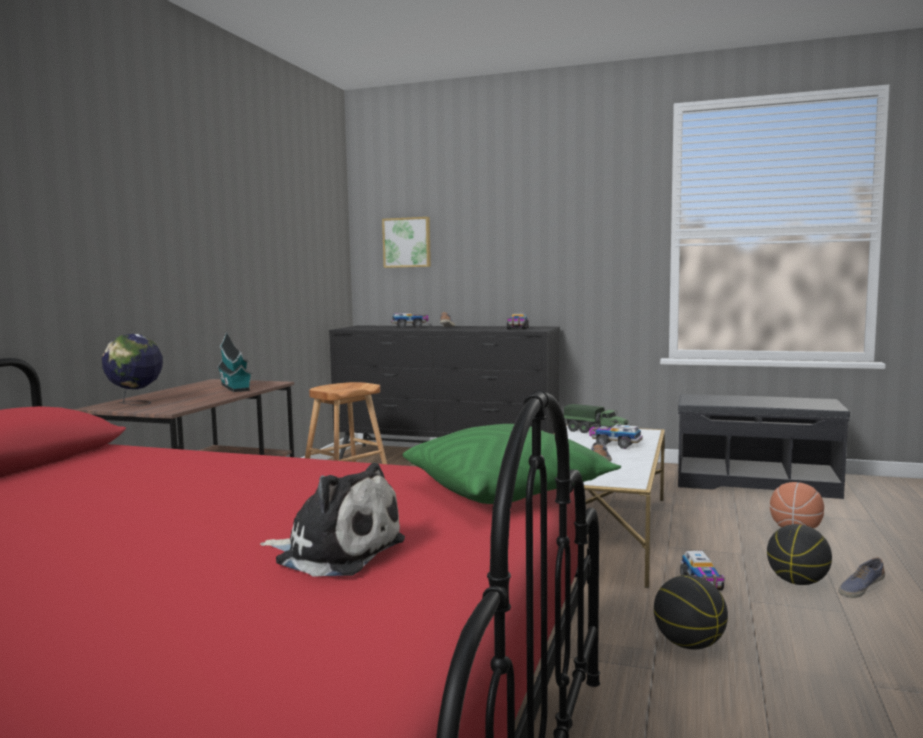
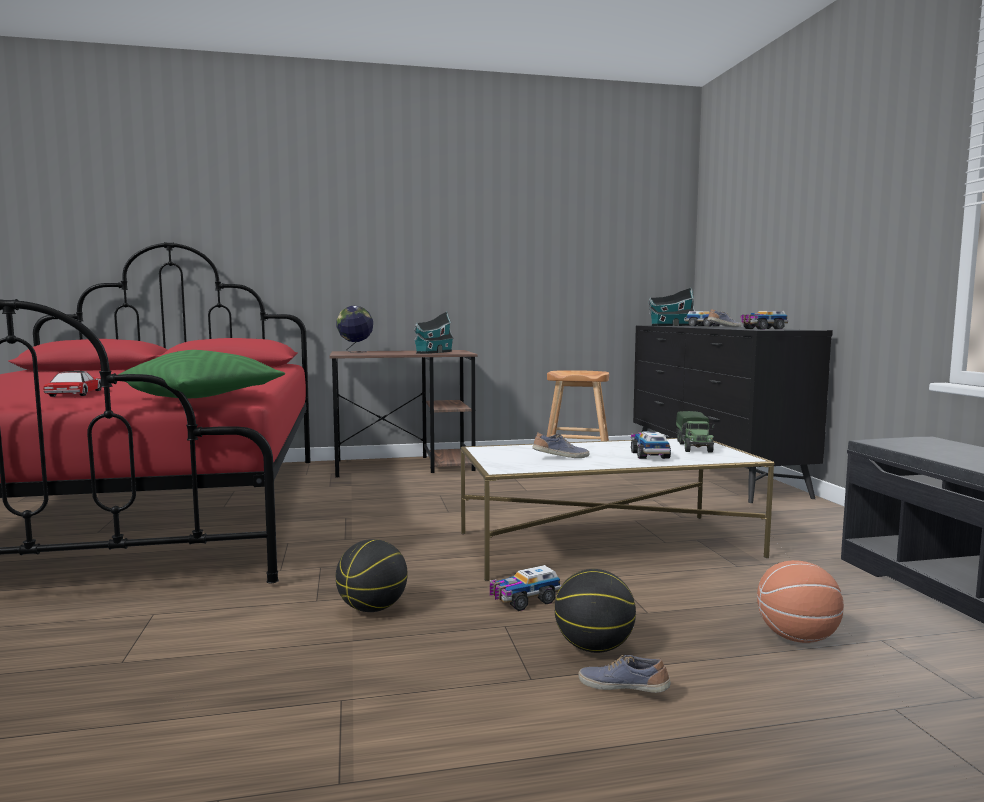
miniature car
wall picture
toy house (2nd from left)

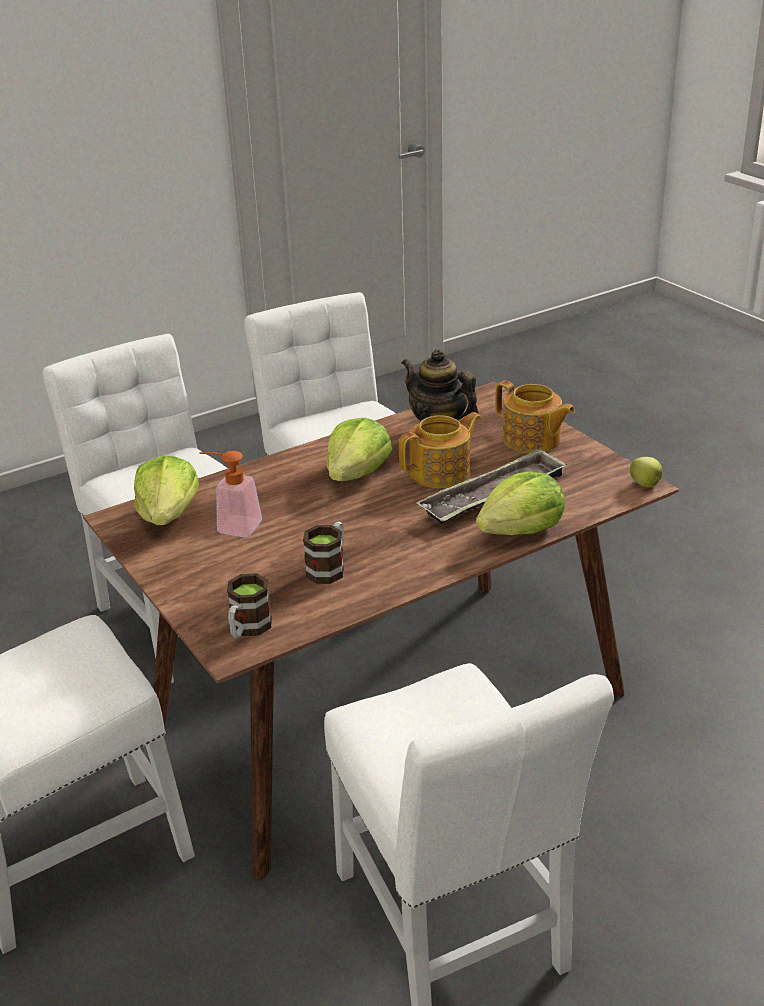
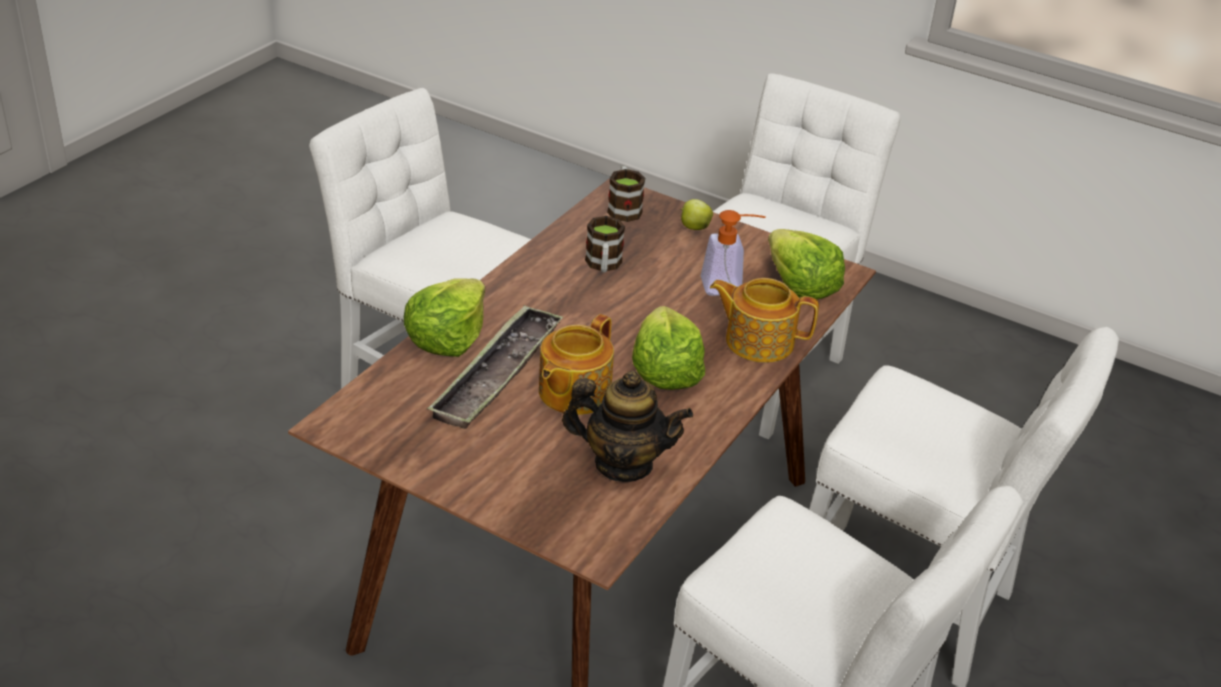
teapot (3rd from left)
whole apple

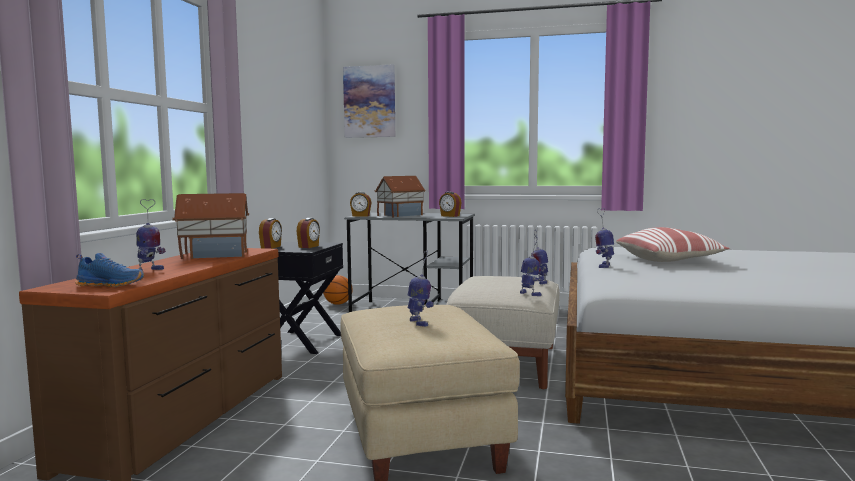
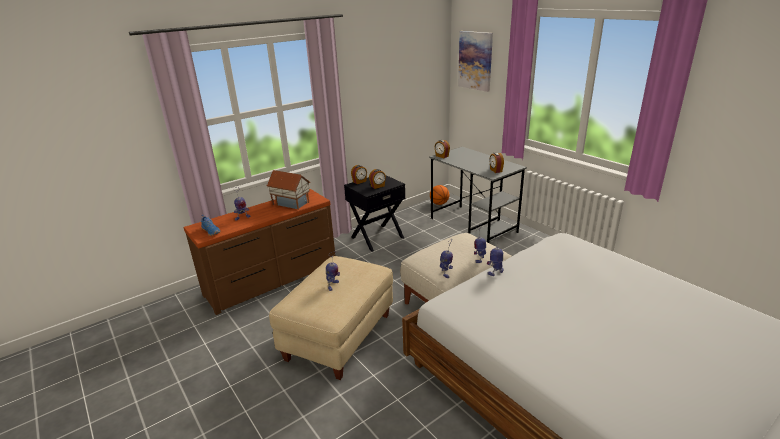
toy house (2nd from left in the first image)
cushion

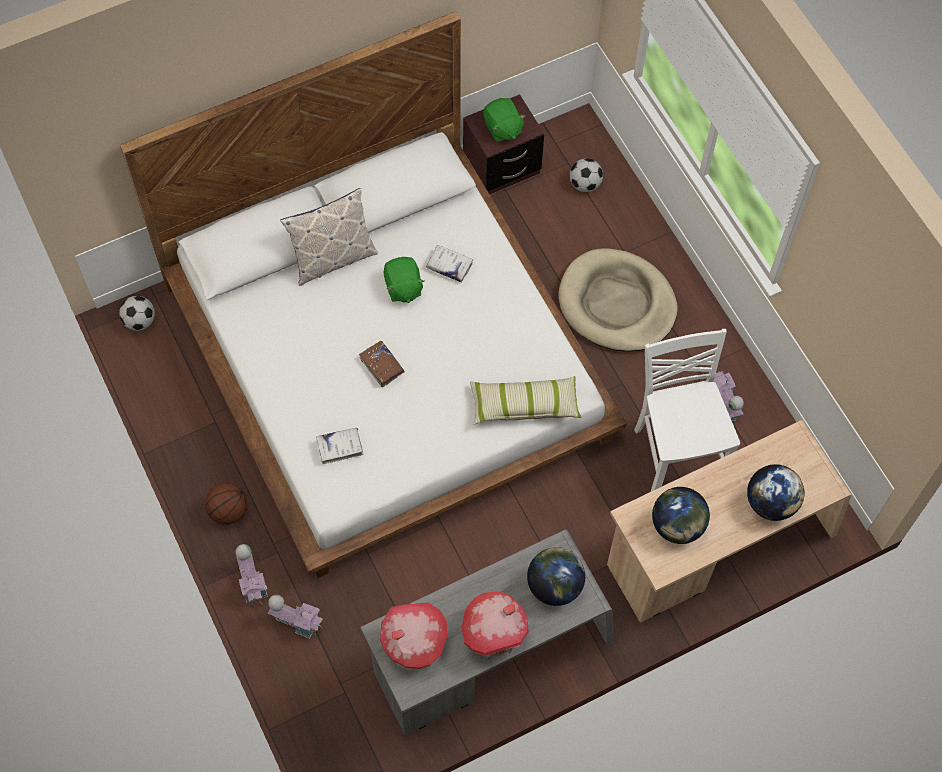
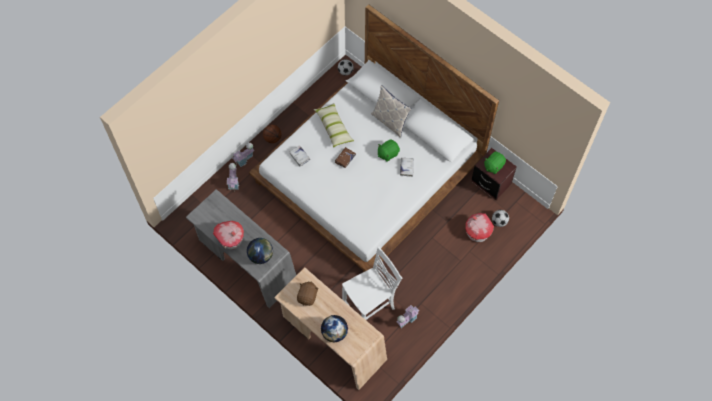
toy house (5th from left)
cushion (1st from left)
dog bed in sand-coloured
cuddly toy in brown-coloured

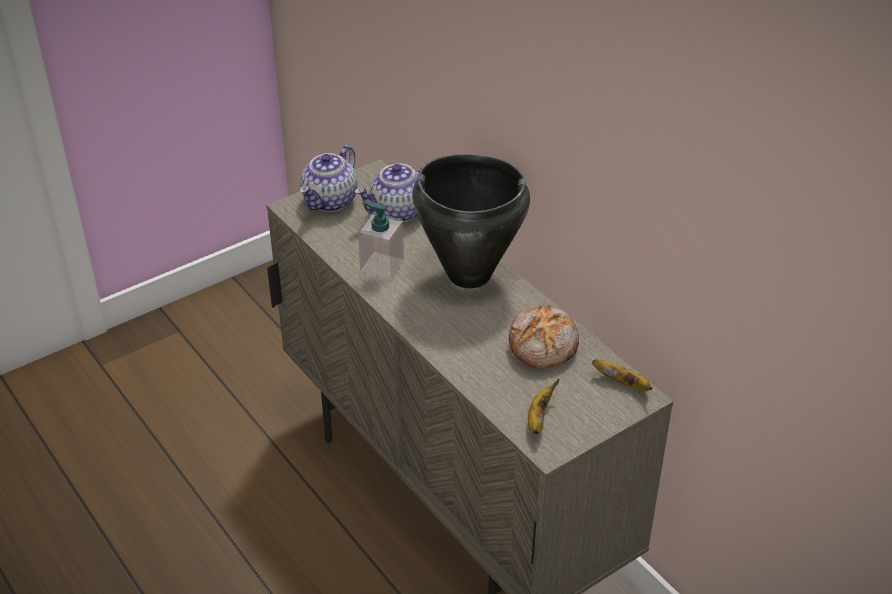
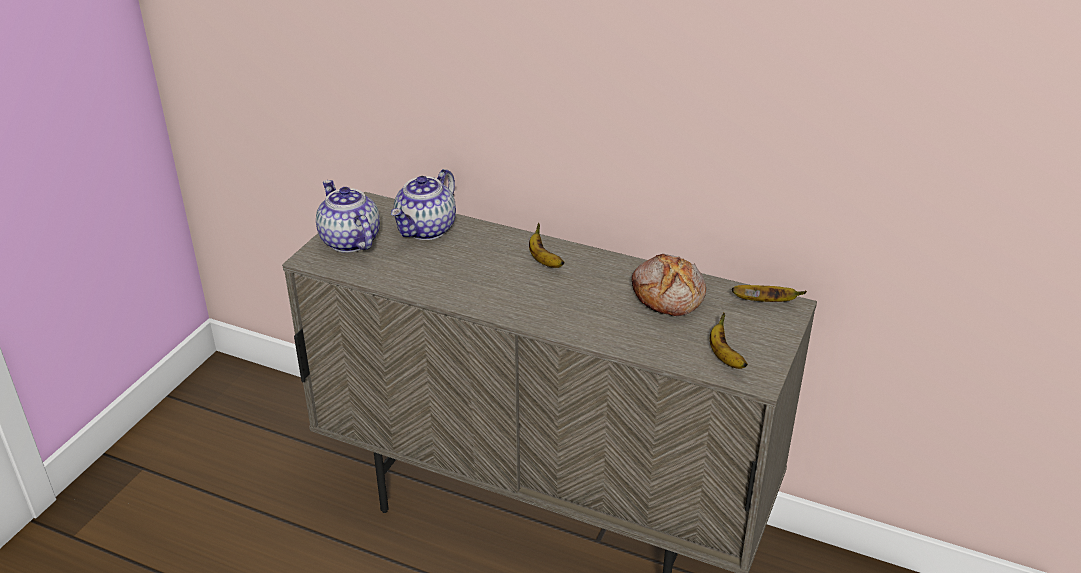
teapot (1st from left)
liquid soap bottle
banana fruit (1st from left)

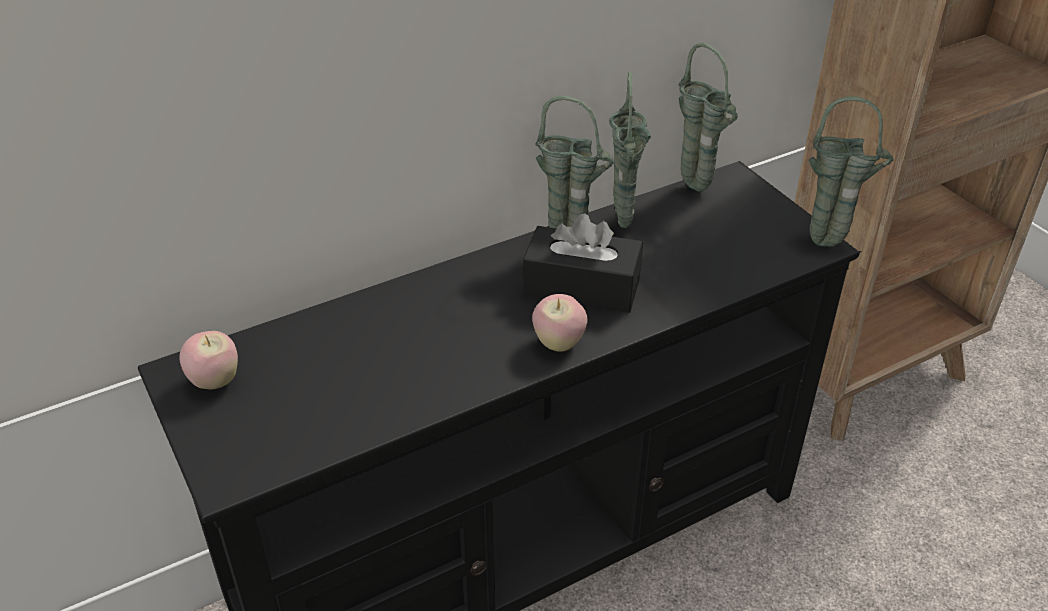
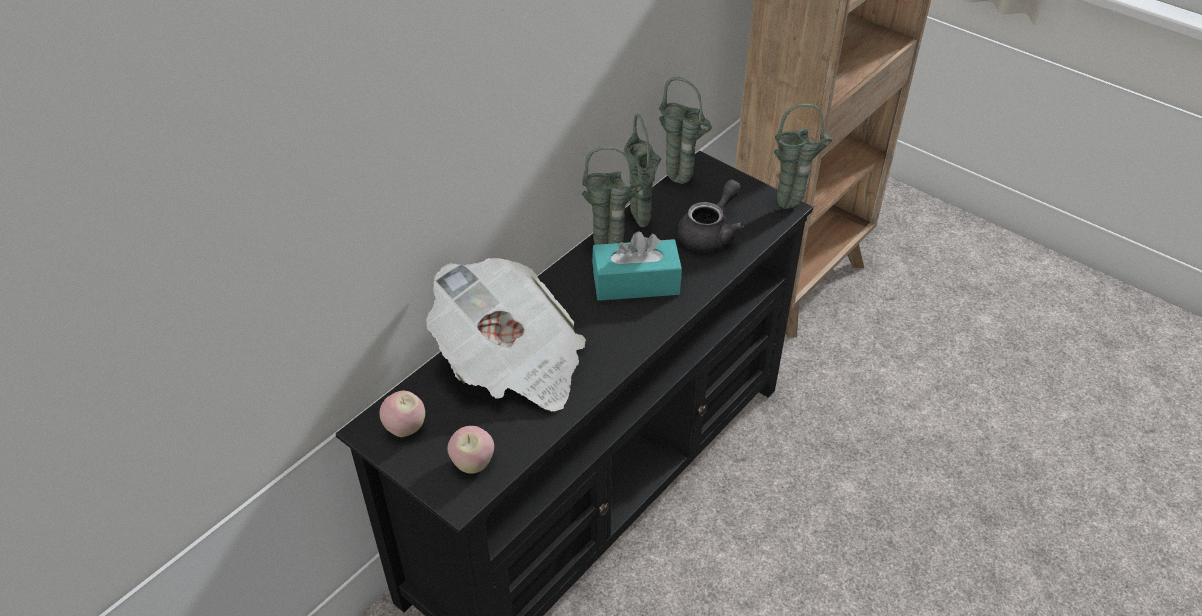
tissue box in turquoise-coloured
whole apple (2nd from left)
daily paper
teapot in gray

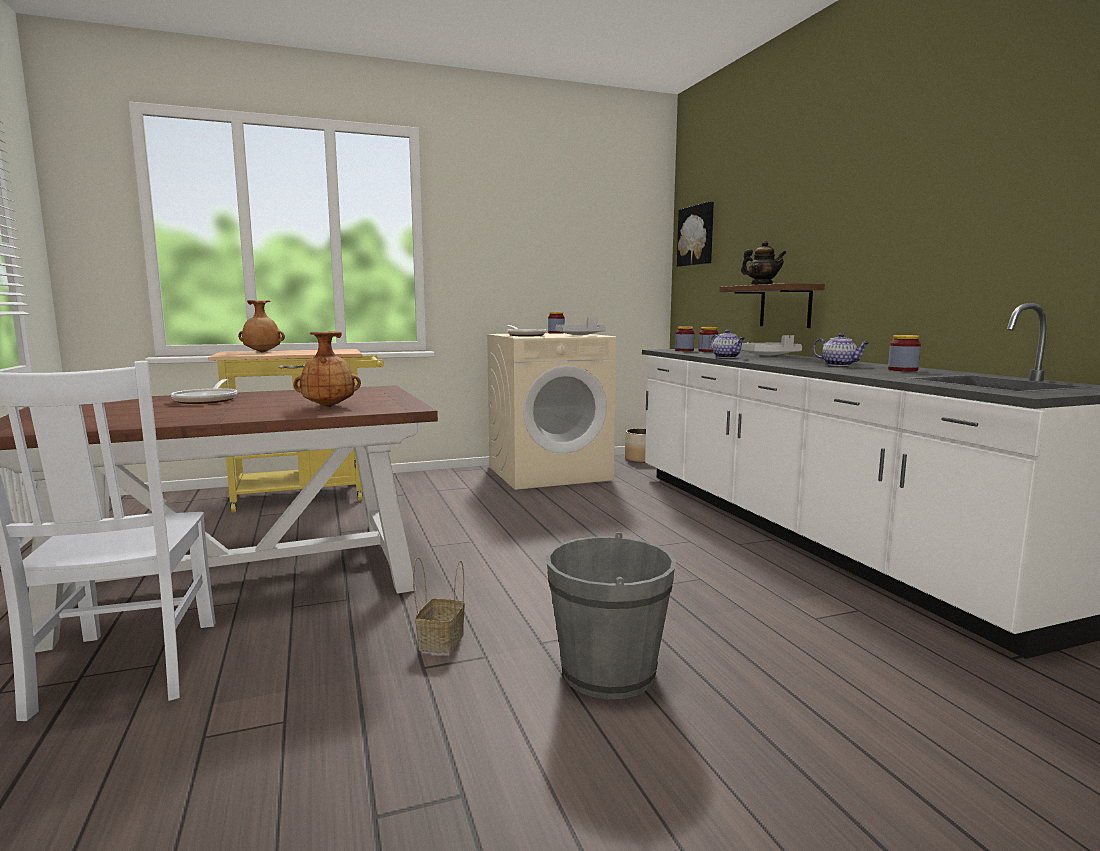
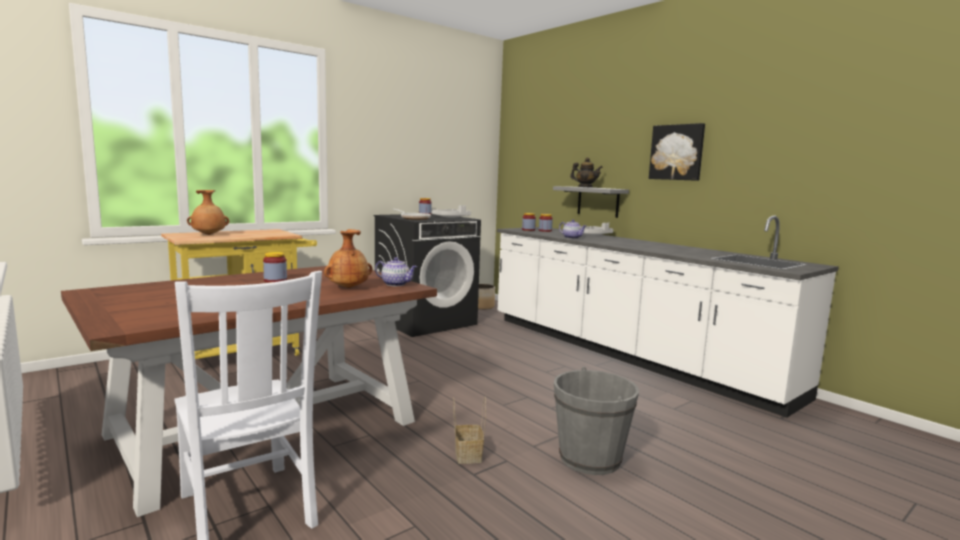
pan (1st from left in the first image)
laundry machine in black
wall picture
shelf in gray
teapot (1st from left)
jar (1st from left)

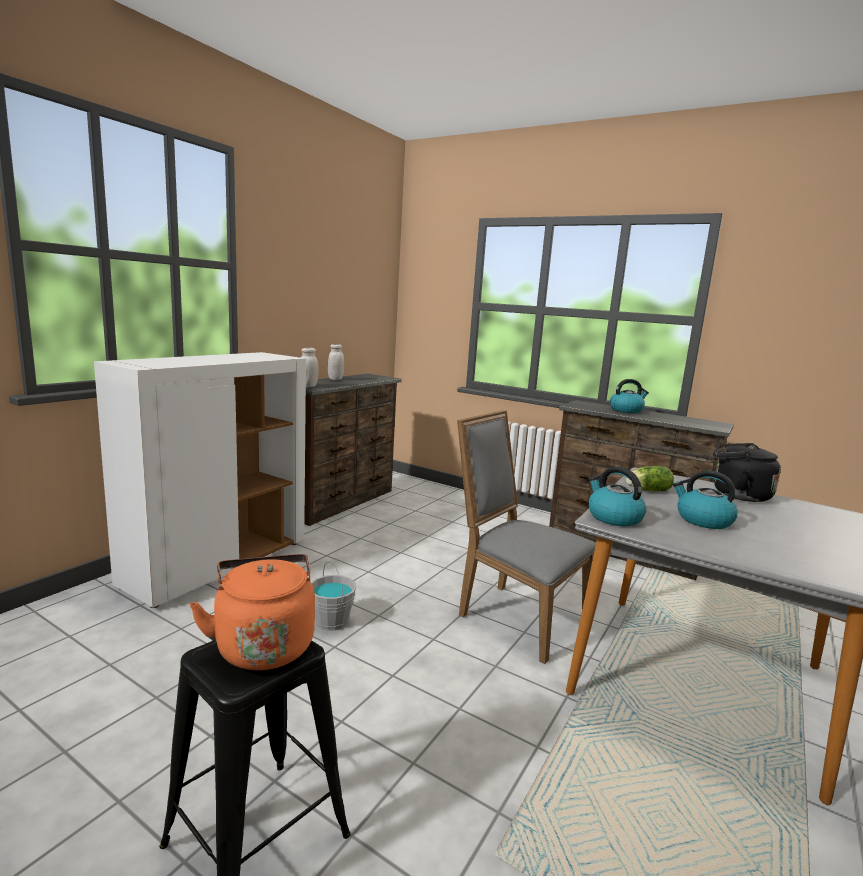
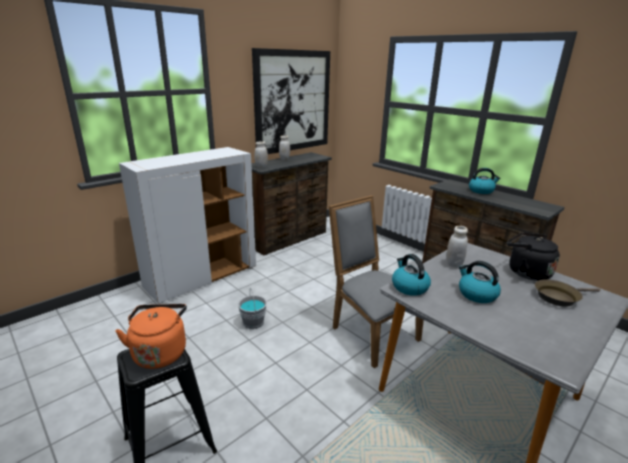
jar in white-coloured (3rd from left)
wall picture
pan in brown-coloured

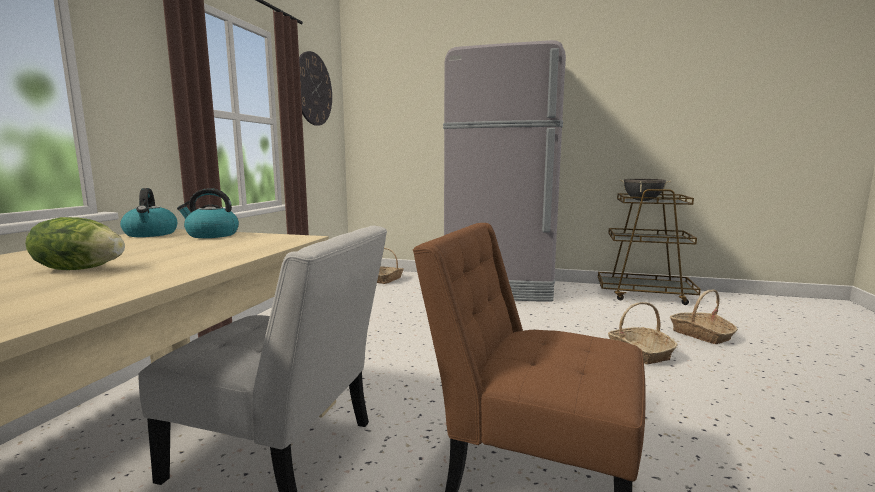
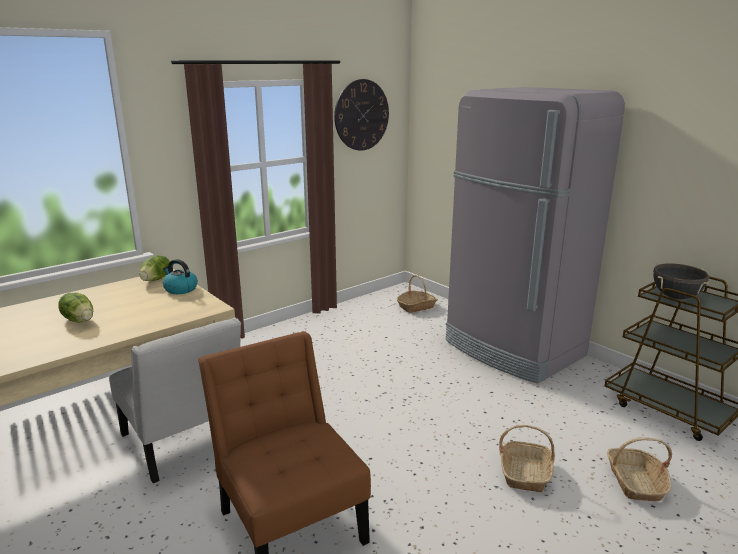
lettuce head (2nd from left)

